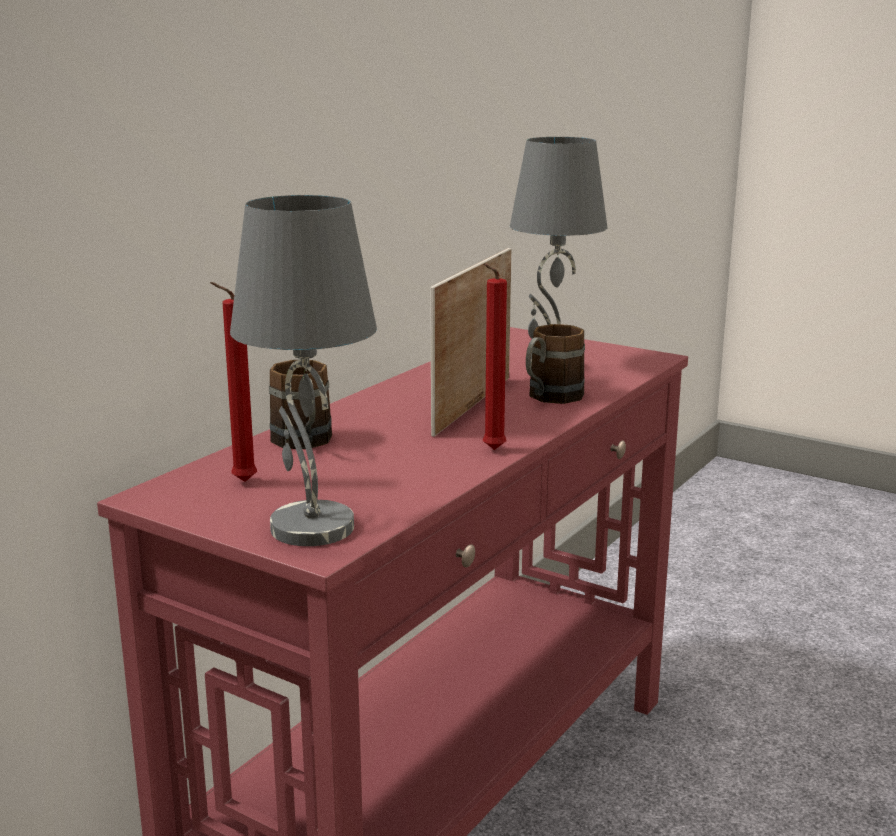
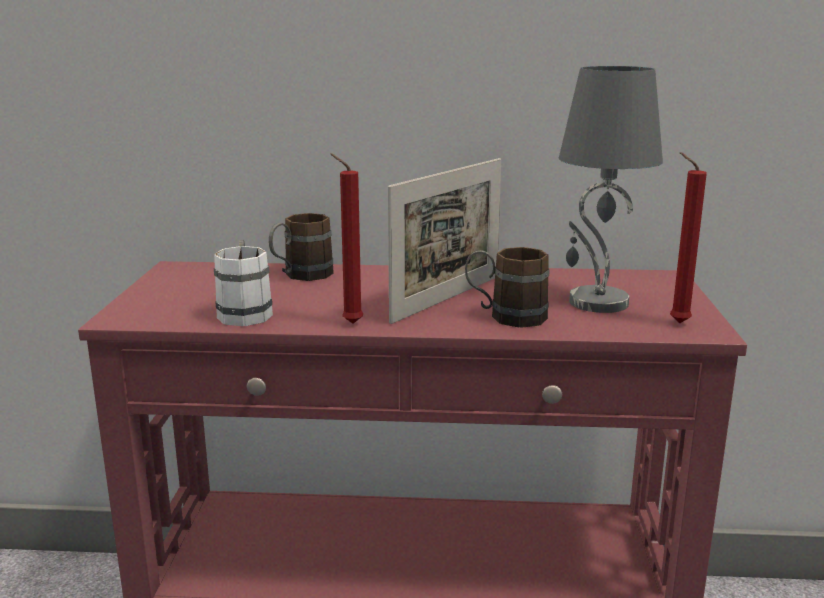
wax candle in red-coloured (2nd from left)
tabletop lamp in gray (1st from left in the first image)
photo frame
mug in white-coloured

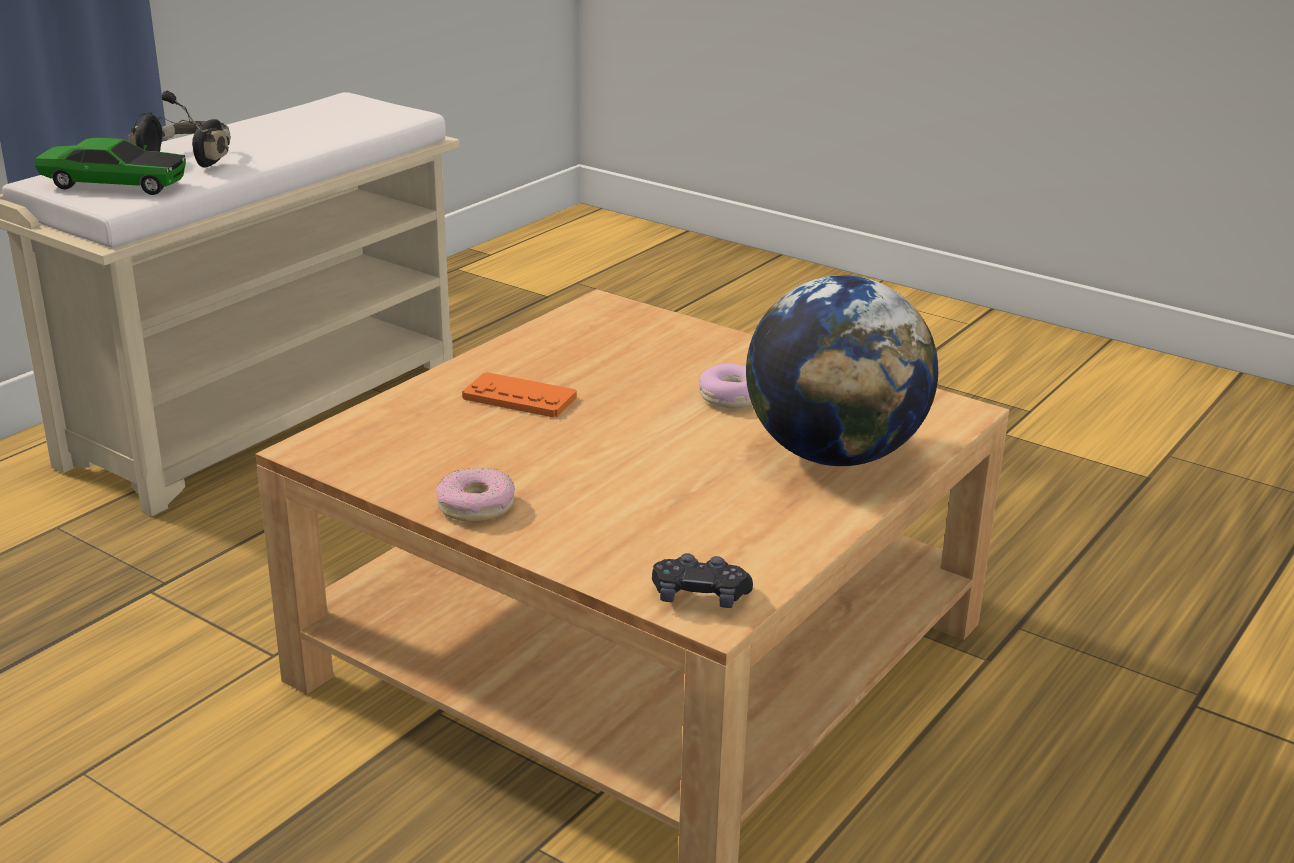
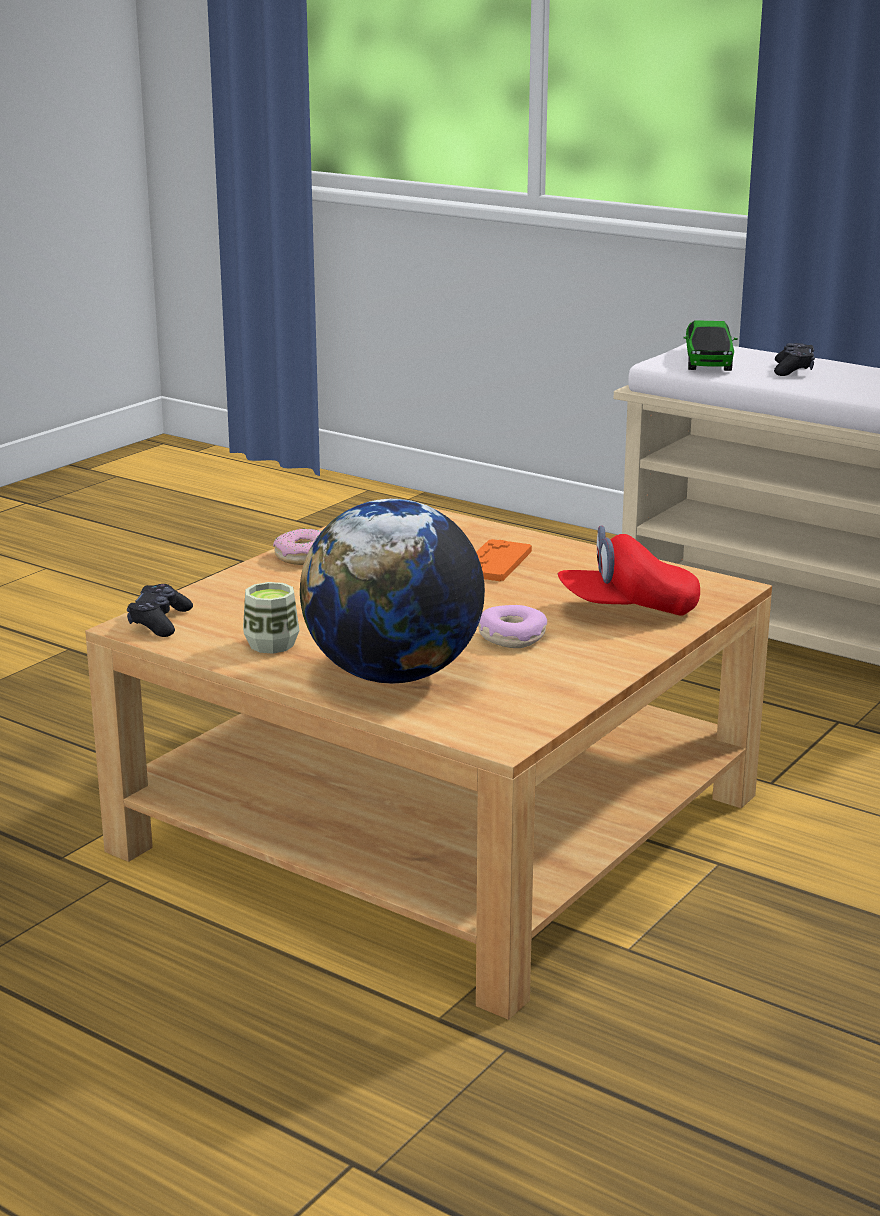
gamepad in black (2nd from left)
drinking cup
cap in red-coloured

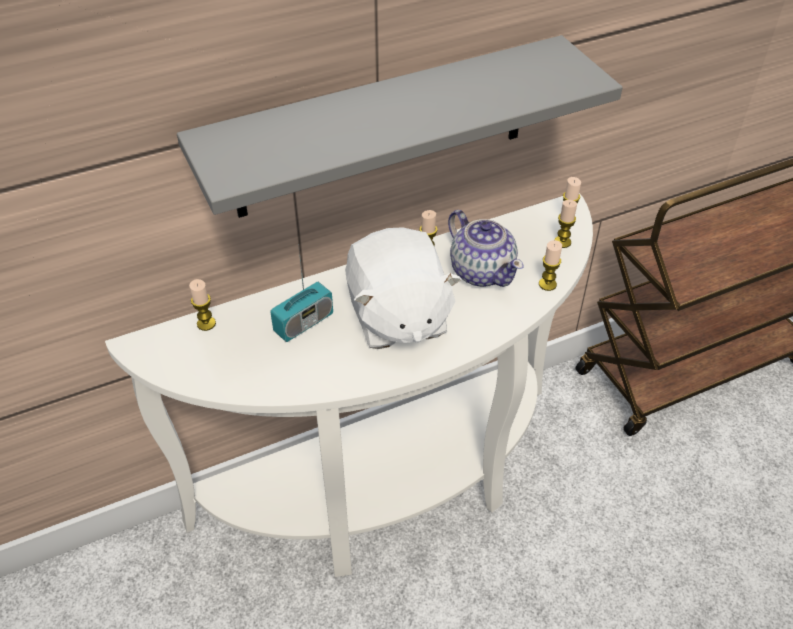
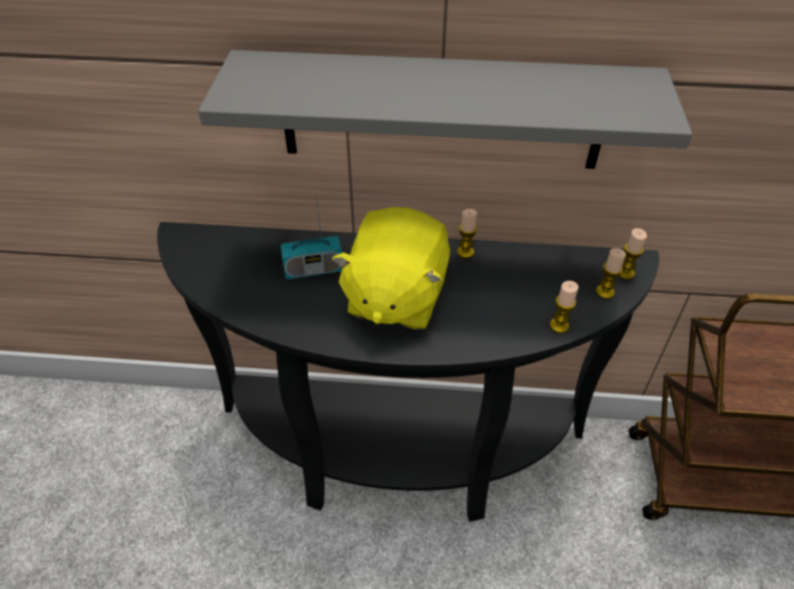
narrow table in black
wax candle (1st from left in the first image)
cuddly toy in yellow
teapot

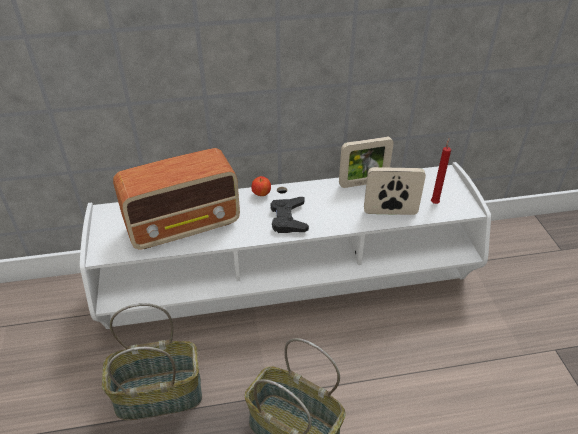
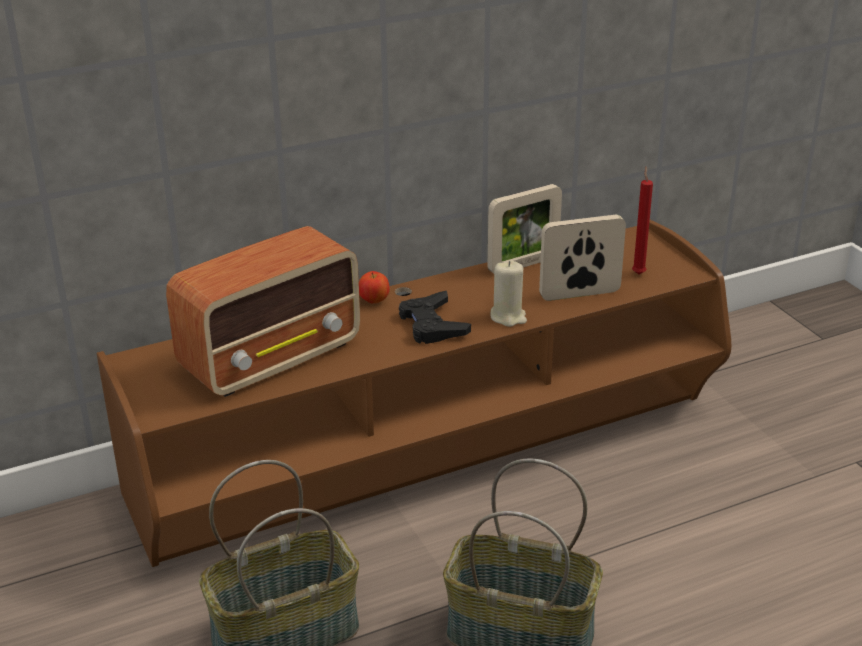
media console in brown-coloured
wax candle in sand-coloured

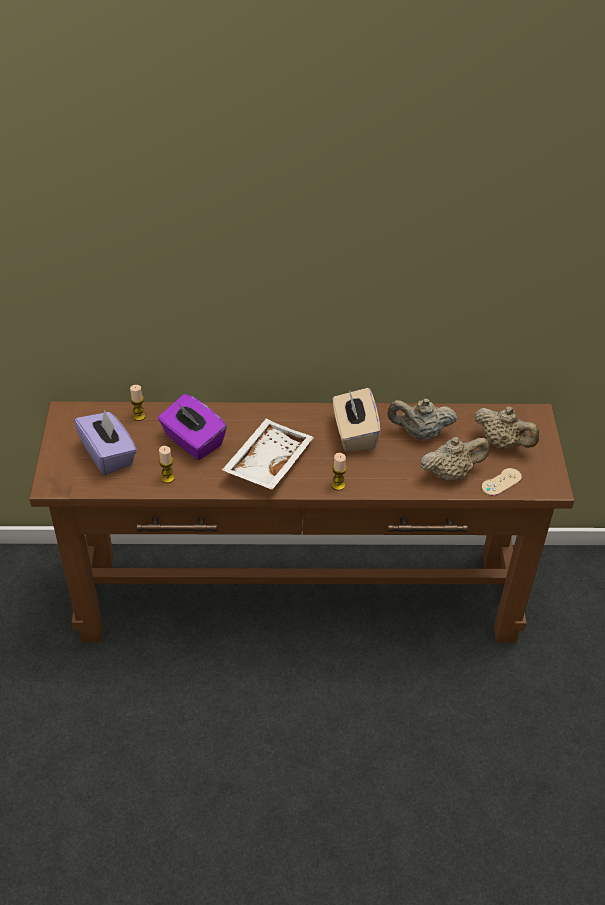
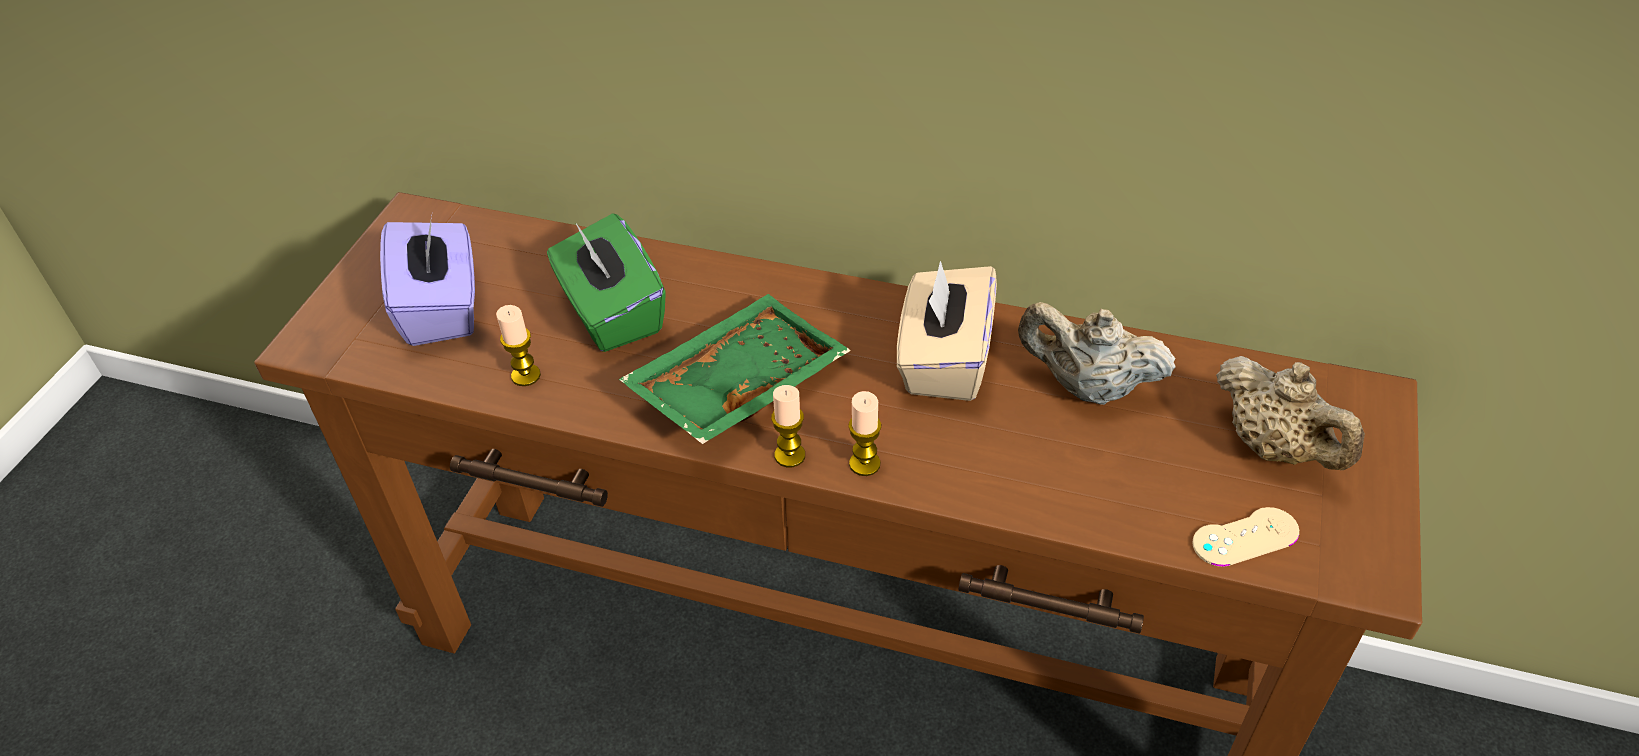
wax candle (2nd from left)
tissue box in green-coloured
carrying tray in green-coloured
teapot in sand-coloured (2nd from left in the first image)

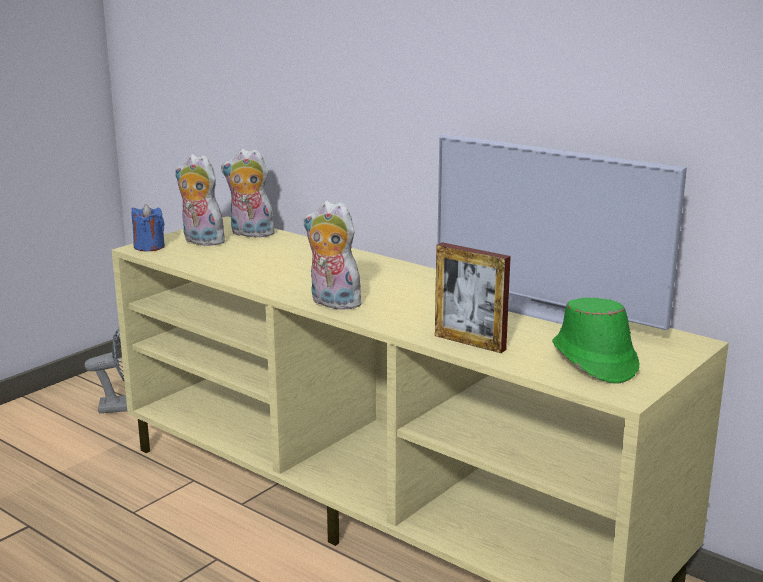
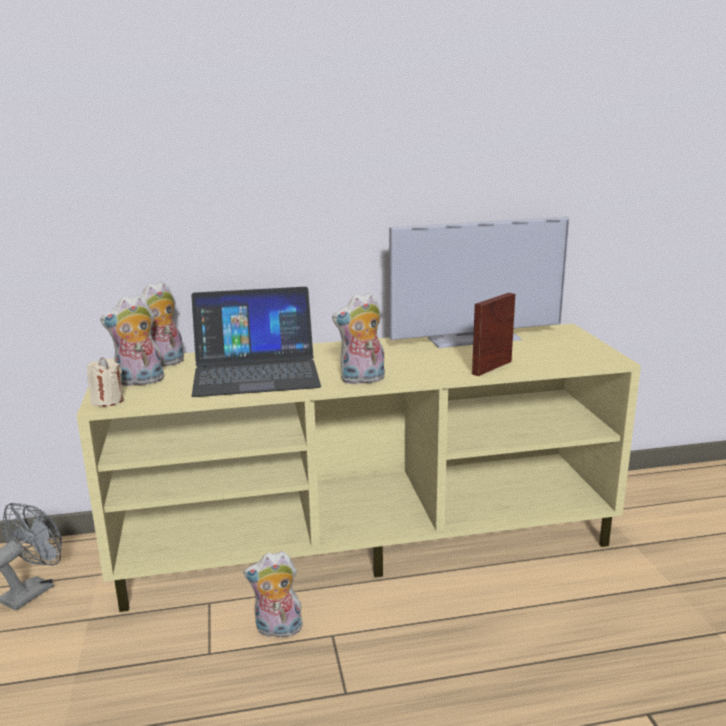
wax candle in sand-coloured
photo frame
clothing hat in green-coloured
portable computer
cuddly toy (3rd from left)

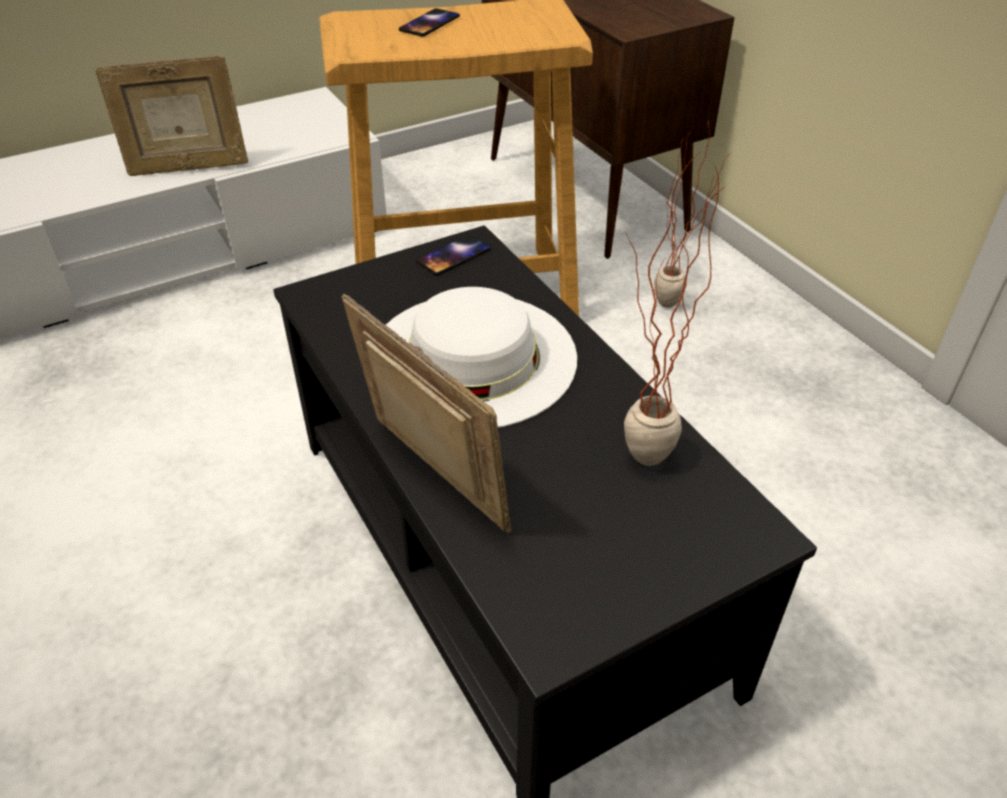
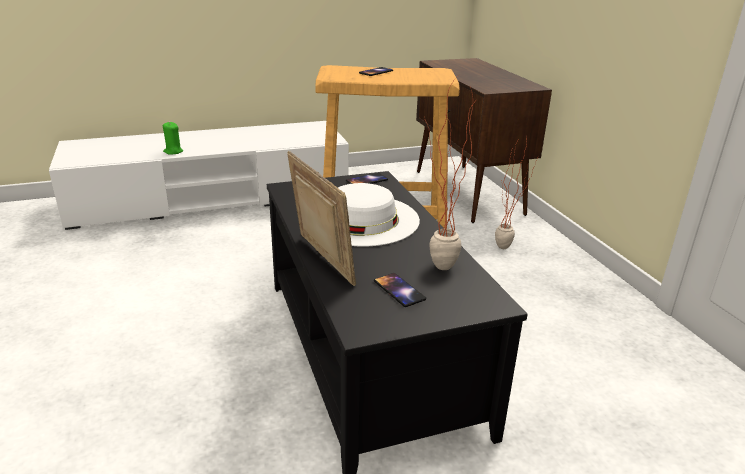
photo frame (1st from left in the first image)
wax candle in green-coloured
handset (3rd from left)

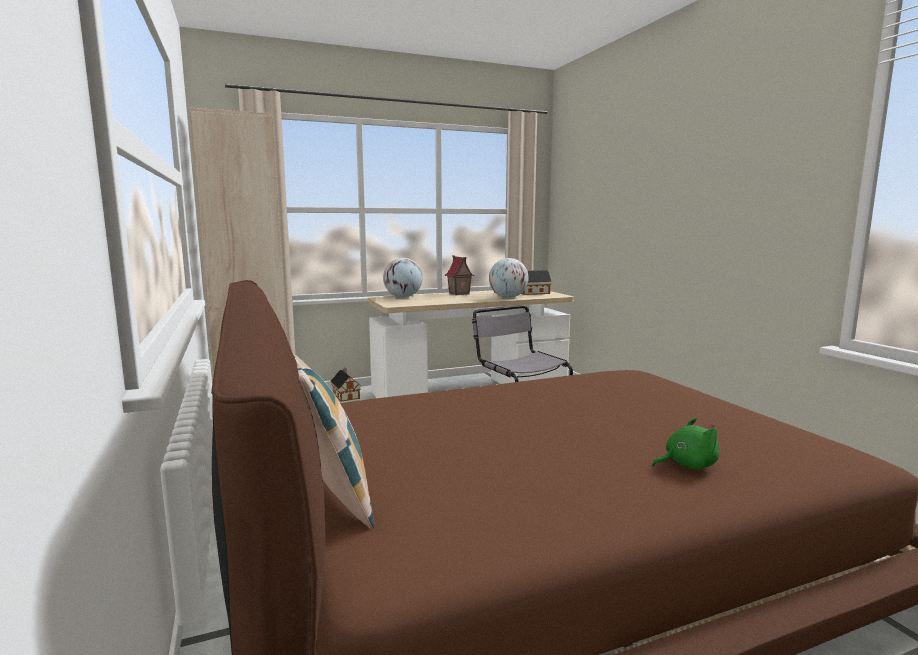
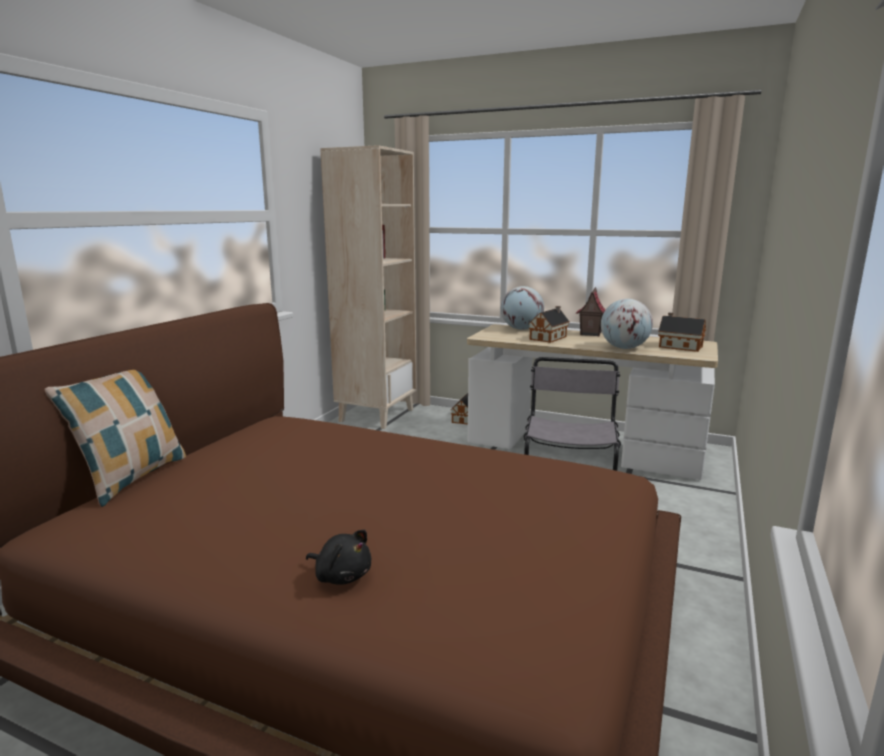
cuddly toy in black
toy house (2nd from left)

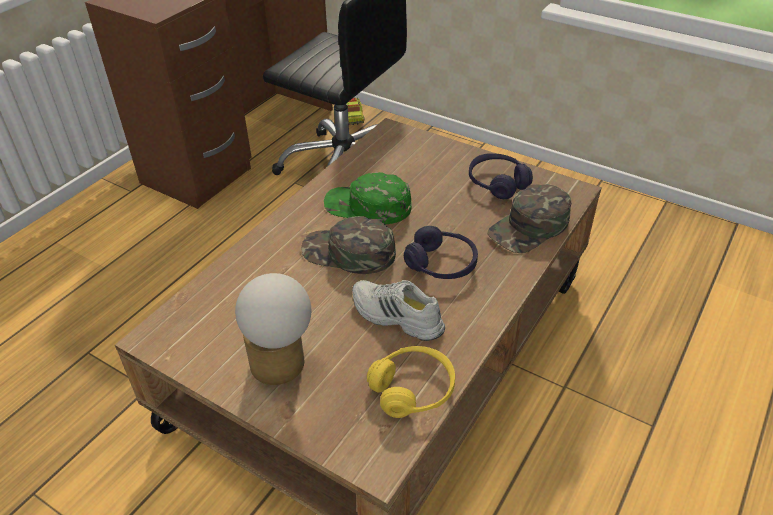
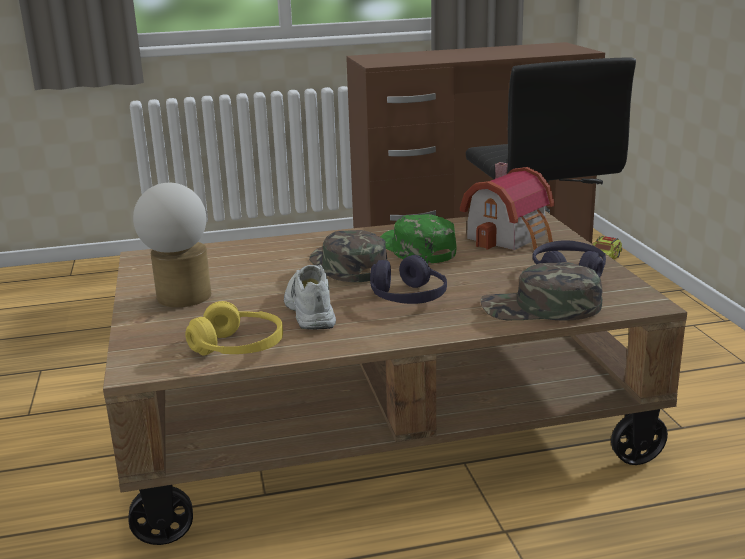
toy house

